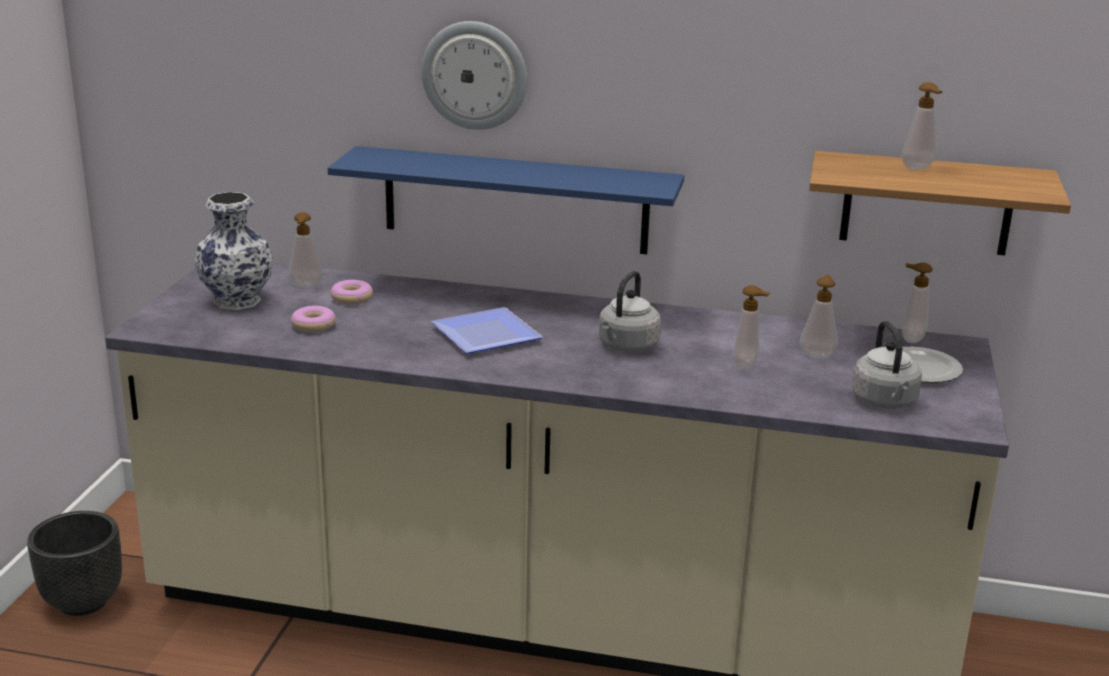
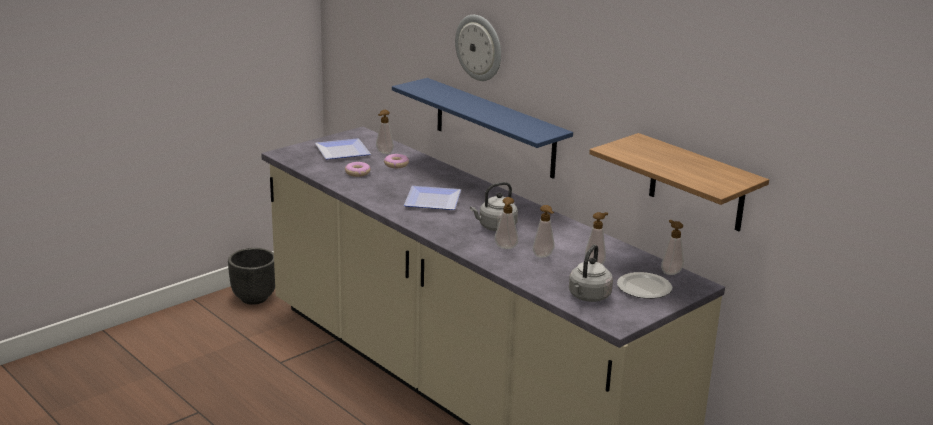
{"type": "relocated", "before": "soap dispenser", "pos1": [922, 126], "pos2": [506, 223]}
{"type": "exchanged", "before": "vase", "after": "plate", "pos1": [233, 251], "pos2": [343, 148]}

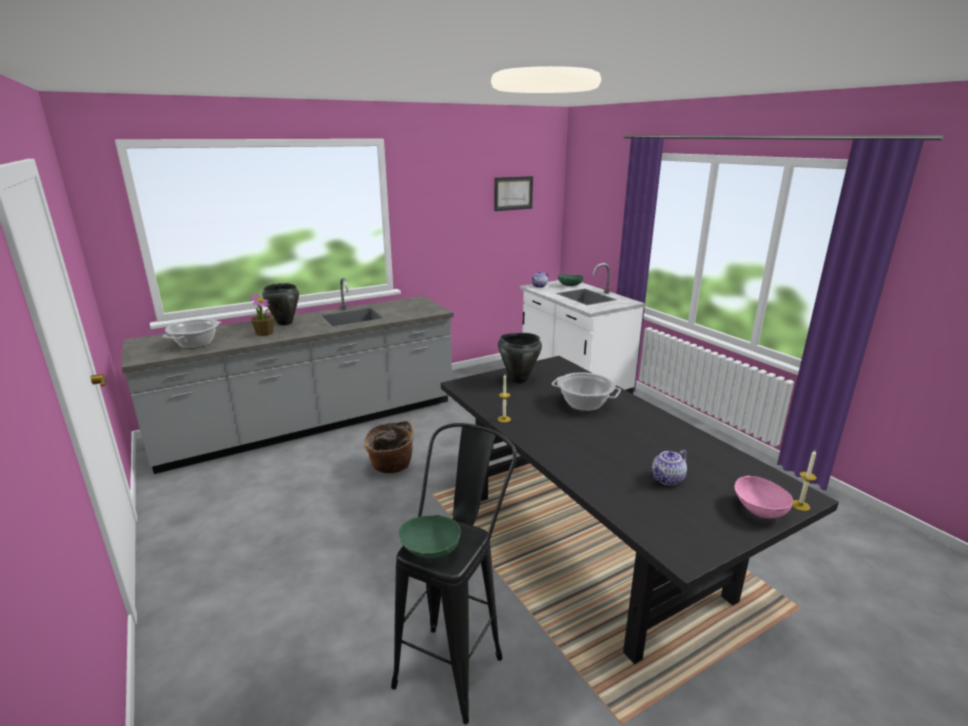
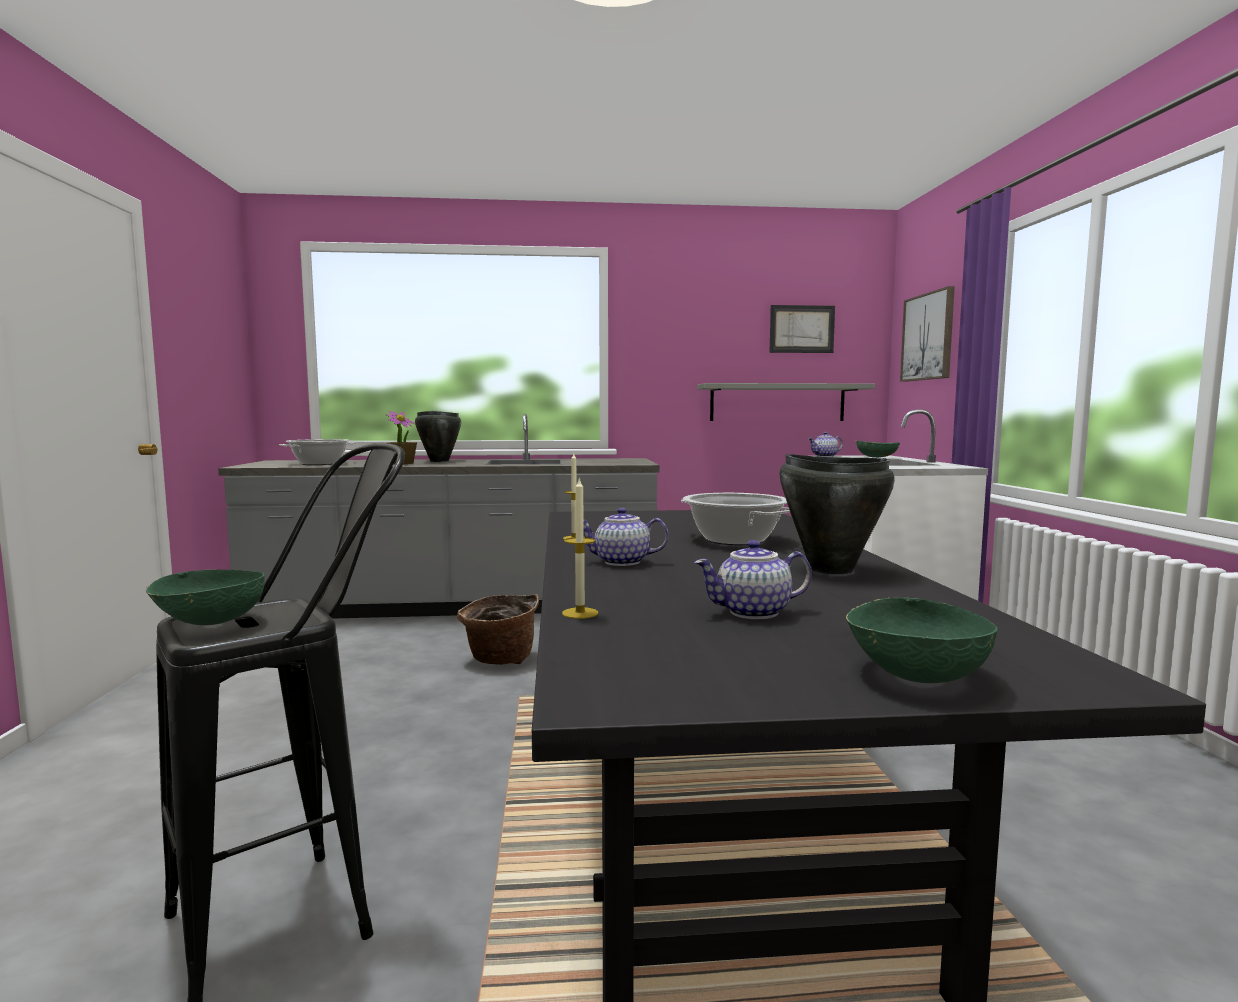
{"type": "relocated", "before": "black cooking pot", "pos1": [520, 358], "pos2": [837, 514]}
{"type": "relocated", "before": "candle", "pos1": [804, 480], "pos2": [580, 548]}
{"type": "colour", "before": "pink bowl", "after": "green bowl", "pos1": [763, 497], "pos2": [922, 640]}
{"type": "appeared", "after": "picture", "pos2": [927, 334]}
{"type": "appeared", "after": "grey shelf", "pos2": [786, 402]}
{"type": "appeared", "after": "teapot", "pos2": [626, 537]}

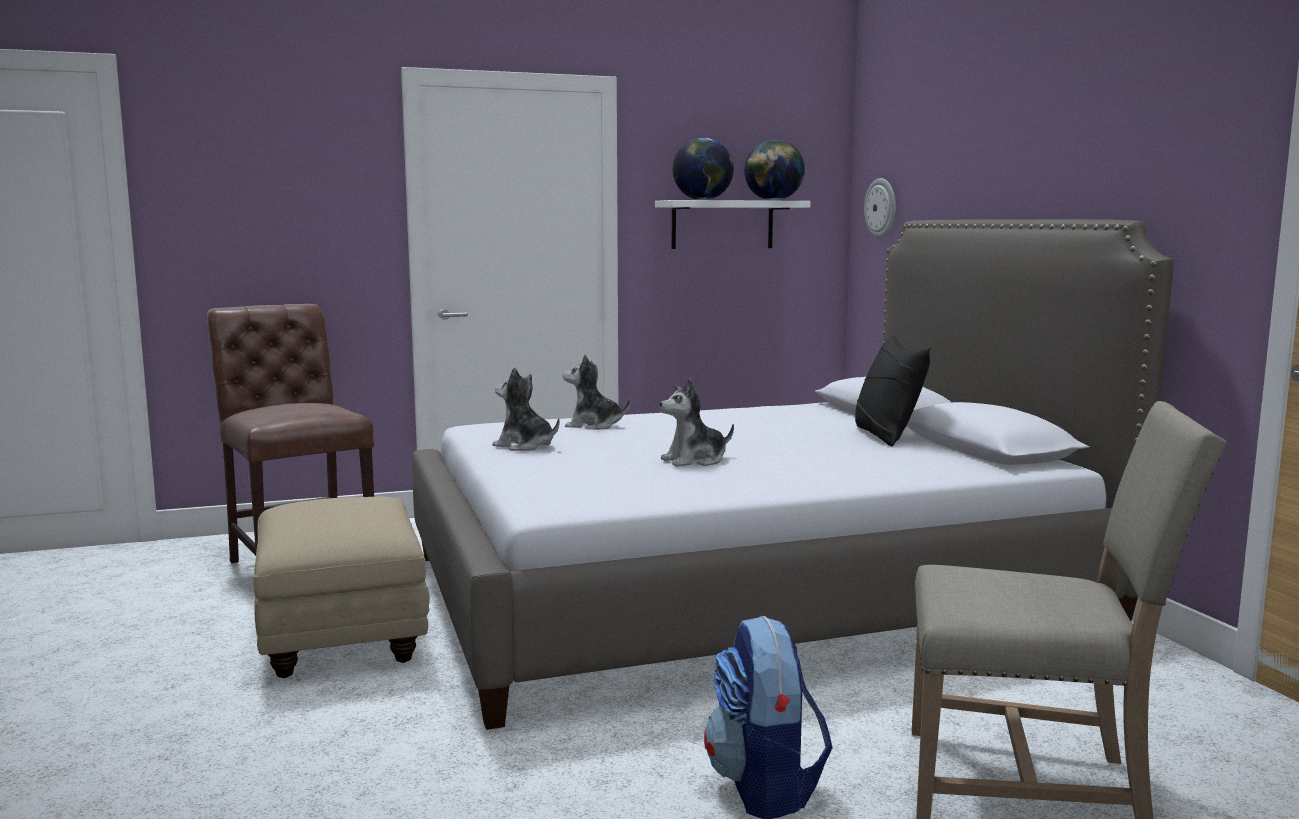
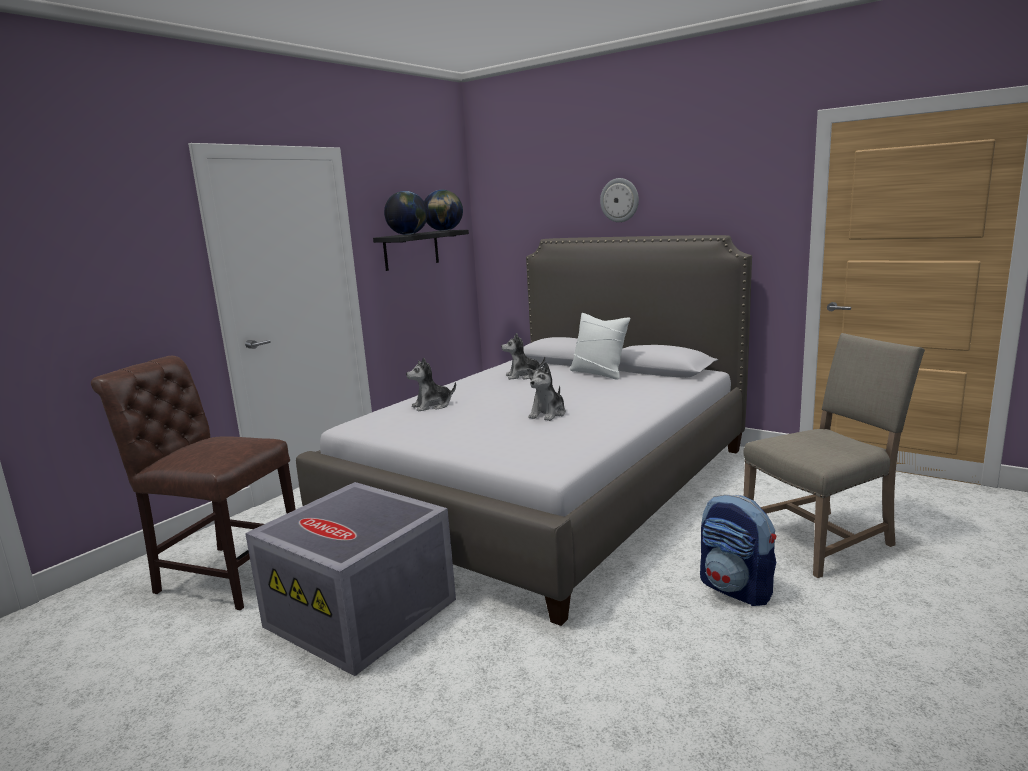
{"type": "relocated", "before": "wall clock", "pos1": [880, 208], "pos2": [619, 200]}
{"type": "colour", "before": "white shelf", "after": "black shelf", "pos1": [733, 224], "pos2": [421, 250]}
{"type": "colour", "before": "black pillow", "after": "white pillow", "pos1": [893, 391], "pos2": [600, 346]}
{"type": "relocated", "before": "plush toy", "pos1": [526, 409], "pos2": [523, 356]}
{"type": "exchanged", "before": "beige ottoman", "after": "grey storage box", "pos1": [341, 587], "pos2": [350, 579]}

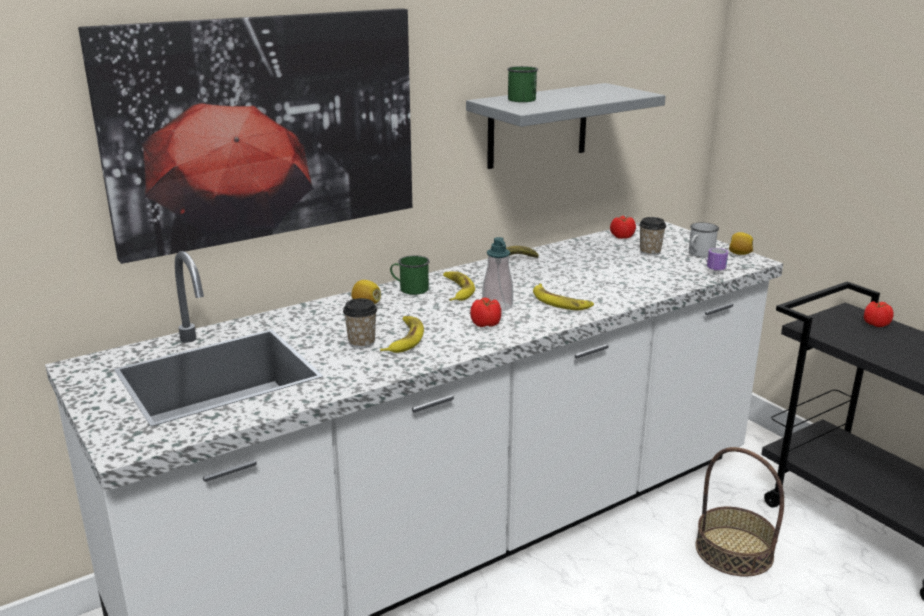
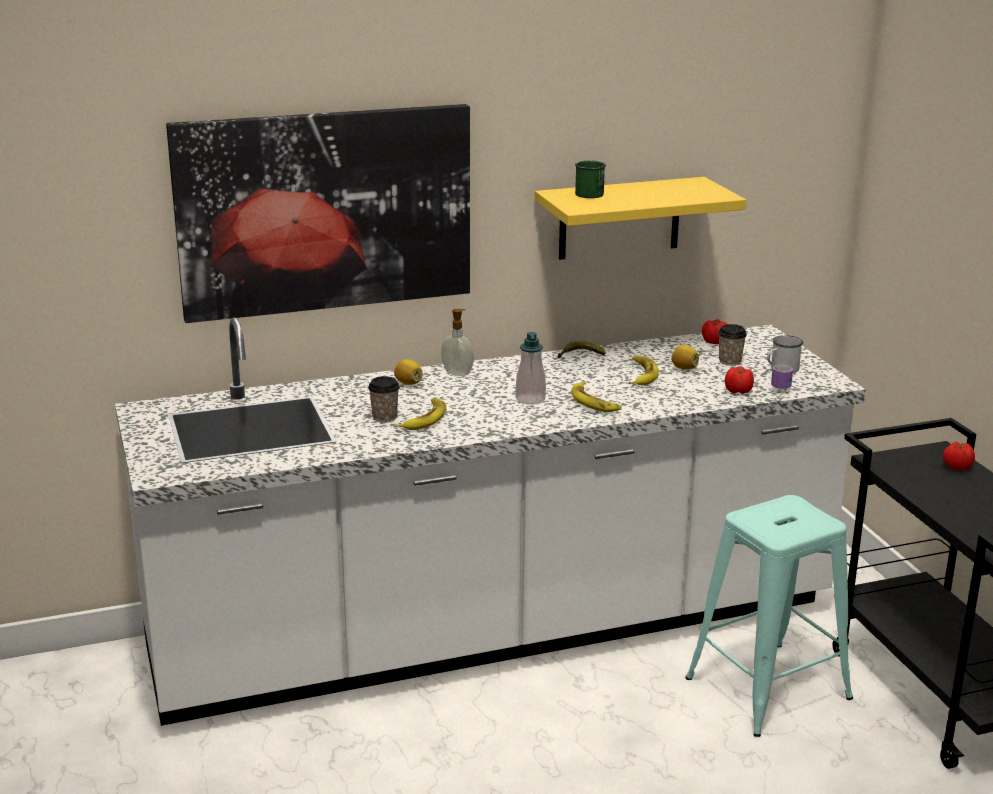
{"type": "colour", "before": "grey shelf", "after": "yellow shelf", "pos1": [566, 126], "pos2": [640, 218]}
{"type": "relocated", "before": "lemon", "pos1": [741, 243], "pos2": [685, 357]}
{"type": "exchanged", "before": "green mug", "after": "soap dispenser", "pos1": [410, 275], "pos2": [457, 342]}
{"type": "relocated", "before": "banana", "pos1": [459, 286], "pos2": [644, 370]}
{"type": "relocated", "before": "tomato", "pos1": [486, 312], "pos2": [739, 380]}
{"type": "exchanged", "before": "basket", "after": "turquoise stool", "pos1": [740, 512], "pos2": [769, 616]}

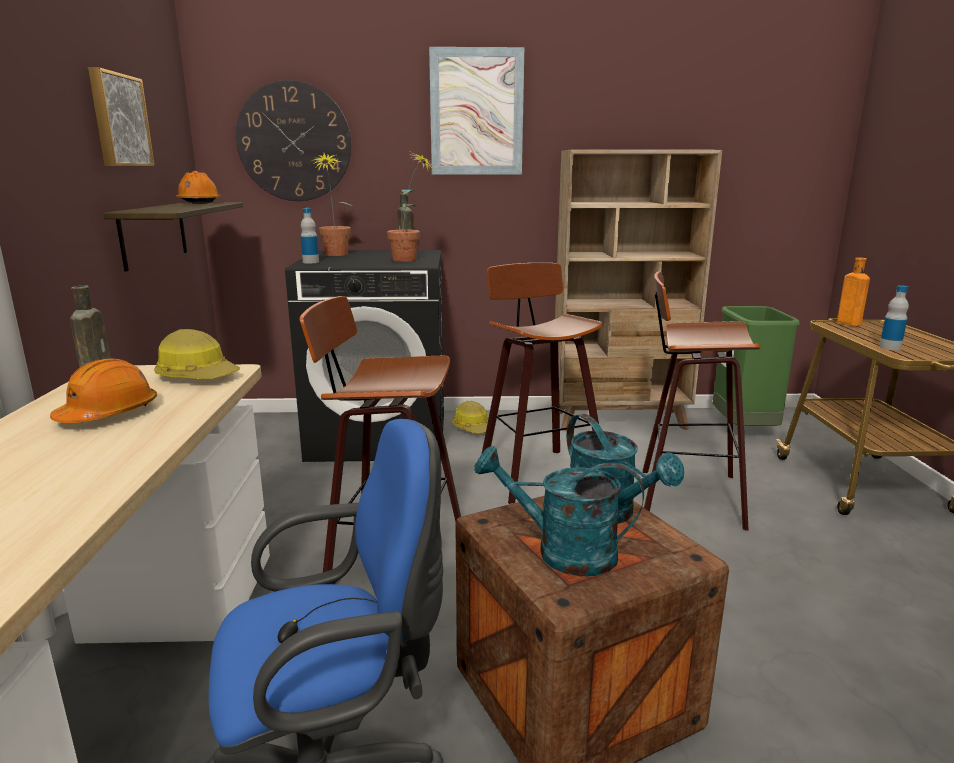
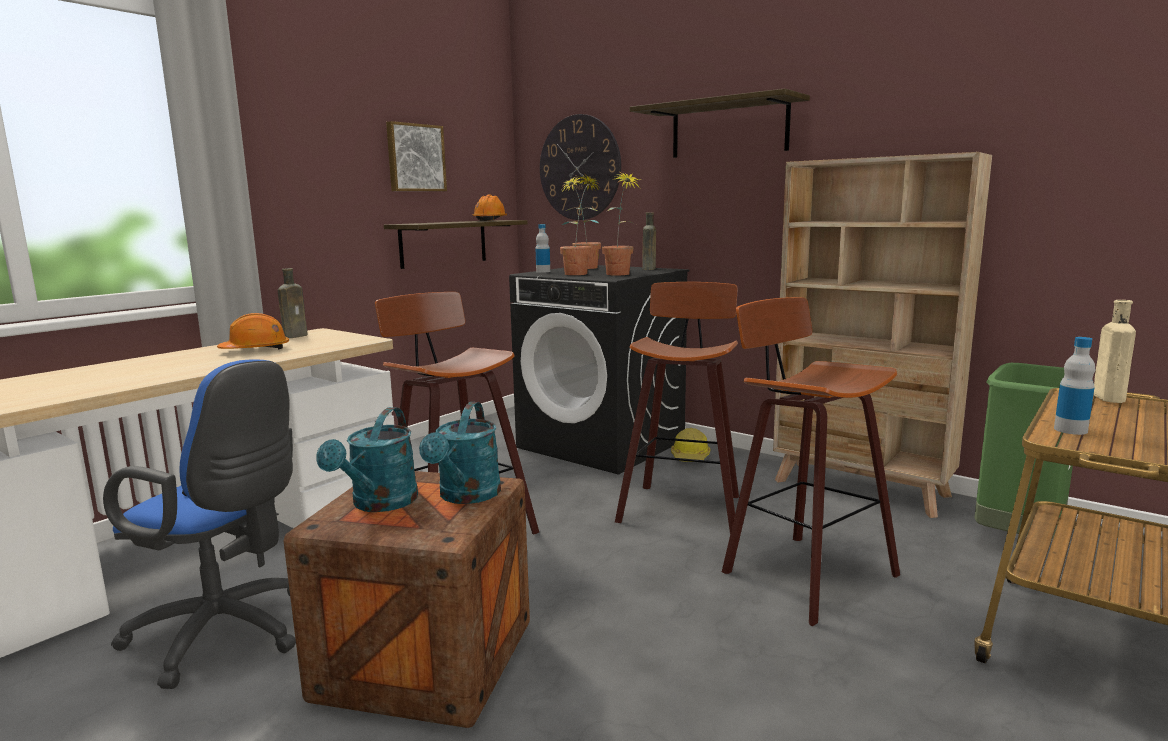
{"type": "exchanged", "before": "picture", "after": "shelf", "pos1": [477, 110], "pos2": [720, 123]}
{"type": "colour", "before": "orange bottle", "after": "beige bottle", "pos1": [853, 292], "pos2": [1115, 351]}
{"type": "missing", "before": "hard hat", "pos1": [197, 354]}
{"type": "spun", "before": "turquoise watering can", "pos1": [559, 511], "pos2": [367, 459], "turn": -135}
{"type": "appeared", "after": "potted plant", "pos2": [580, 224]}

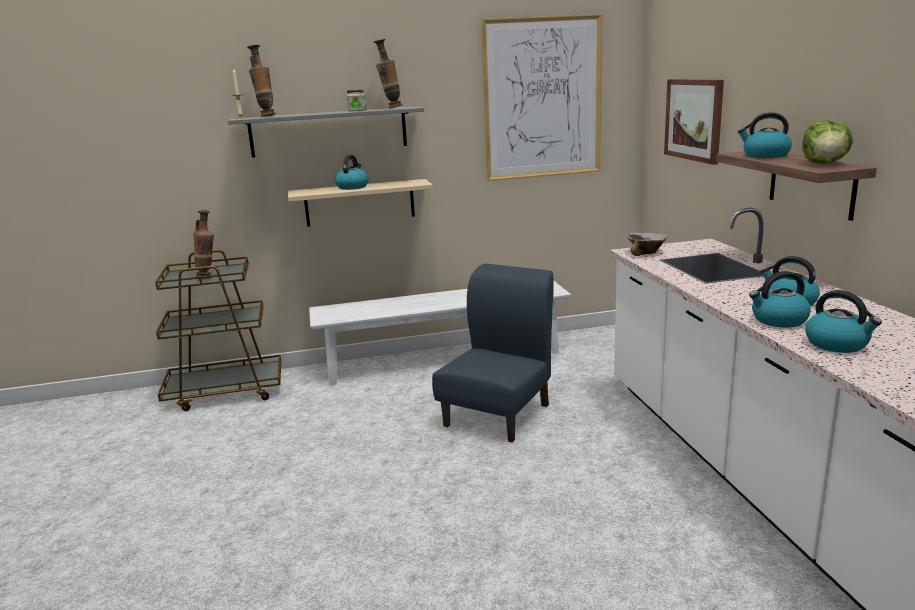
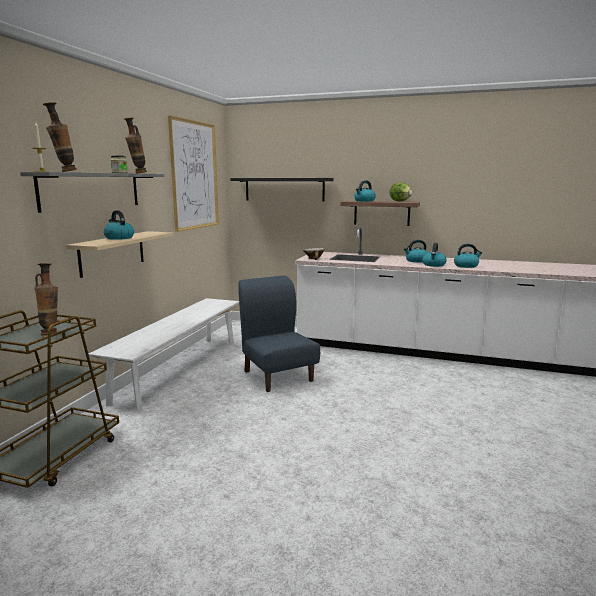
{"type": "exchanged", "before": "picture", "after": "black shelf", "pos1": [694, 122], "pos2": [281, 190]}

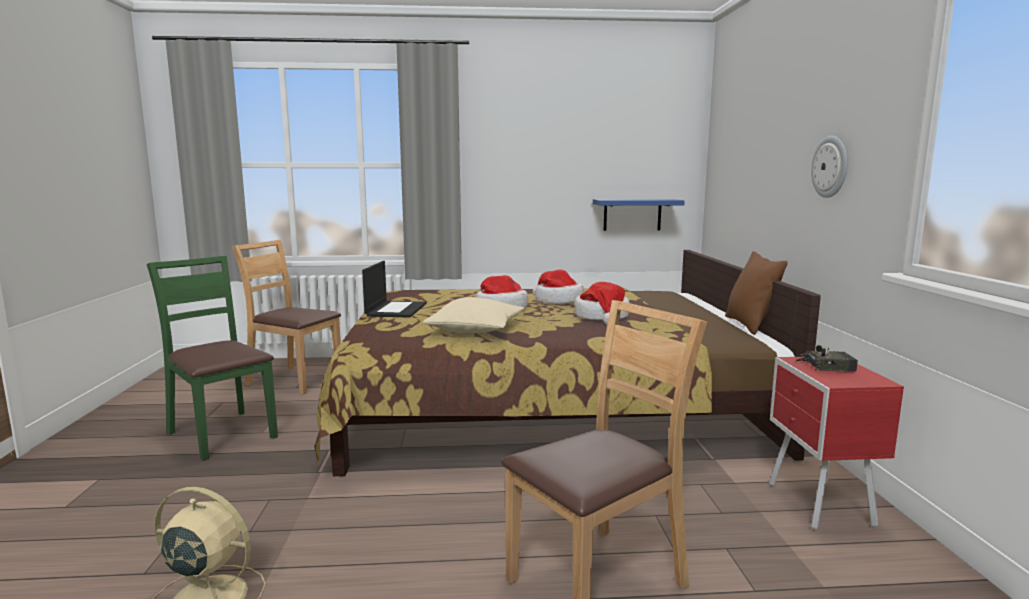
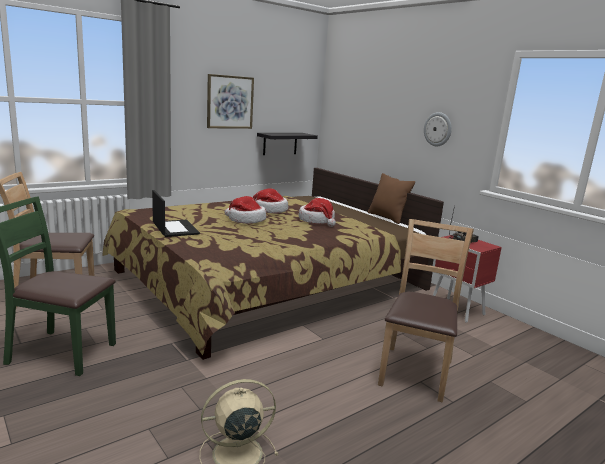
{"type": "colour", "before": "blue shelf", "after": "black shelf", "pos1": [639, 215], "pos2": [287, 144]}
{"type": "missing", "before": "beige pillow", "pos1": [473, 315]}
{"type": "appeared", "after": "picture", "pos2": [230, 101]}

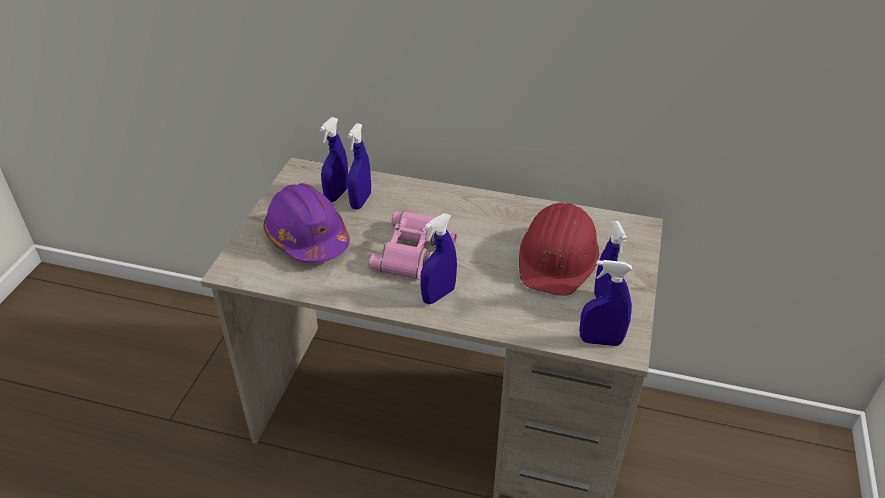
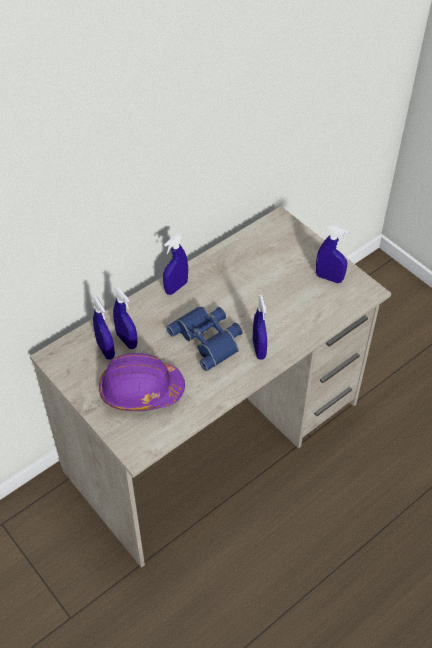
{"type": "missing", "before": "red hard hat", "pos1": [559, 249]}
{"type": "colour", "before": "pink binoculars", "after": "blue binoculars", "pos1": [413, 245], "pos2": [204, 339]}
{"type": "relocated", "before": "blue spray bottle", "pos1": [606, 303], "pos2": [175, 264]}

